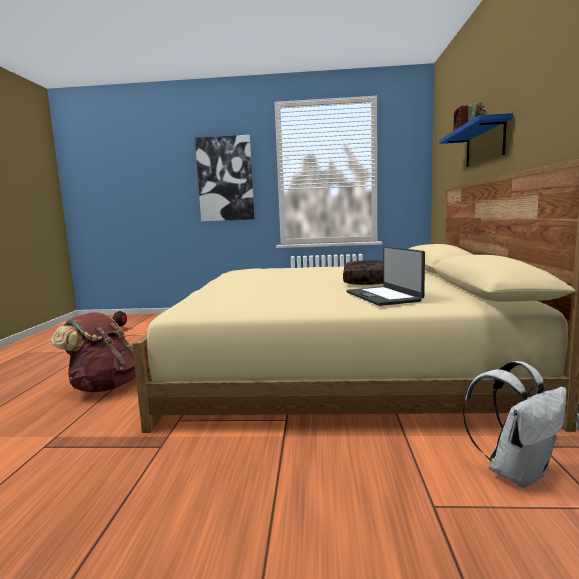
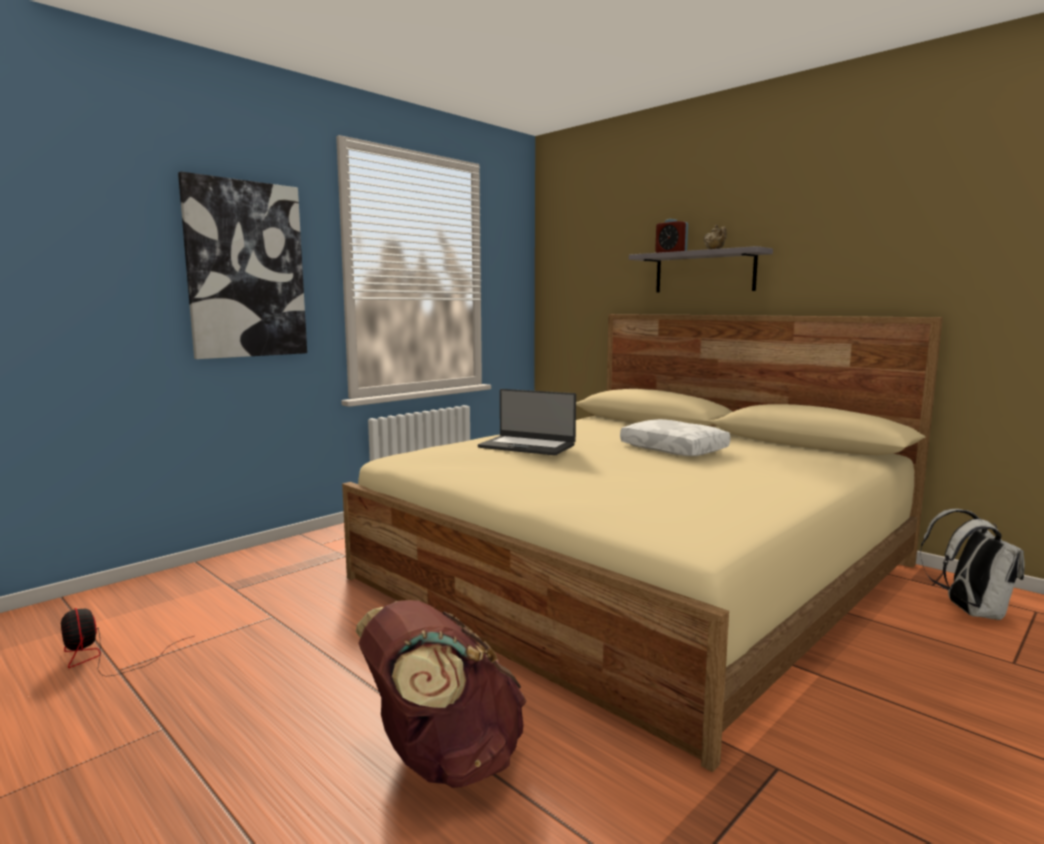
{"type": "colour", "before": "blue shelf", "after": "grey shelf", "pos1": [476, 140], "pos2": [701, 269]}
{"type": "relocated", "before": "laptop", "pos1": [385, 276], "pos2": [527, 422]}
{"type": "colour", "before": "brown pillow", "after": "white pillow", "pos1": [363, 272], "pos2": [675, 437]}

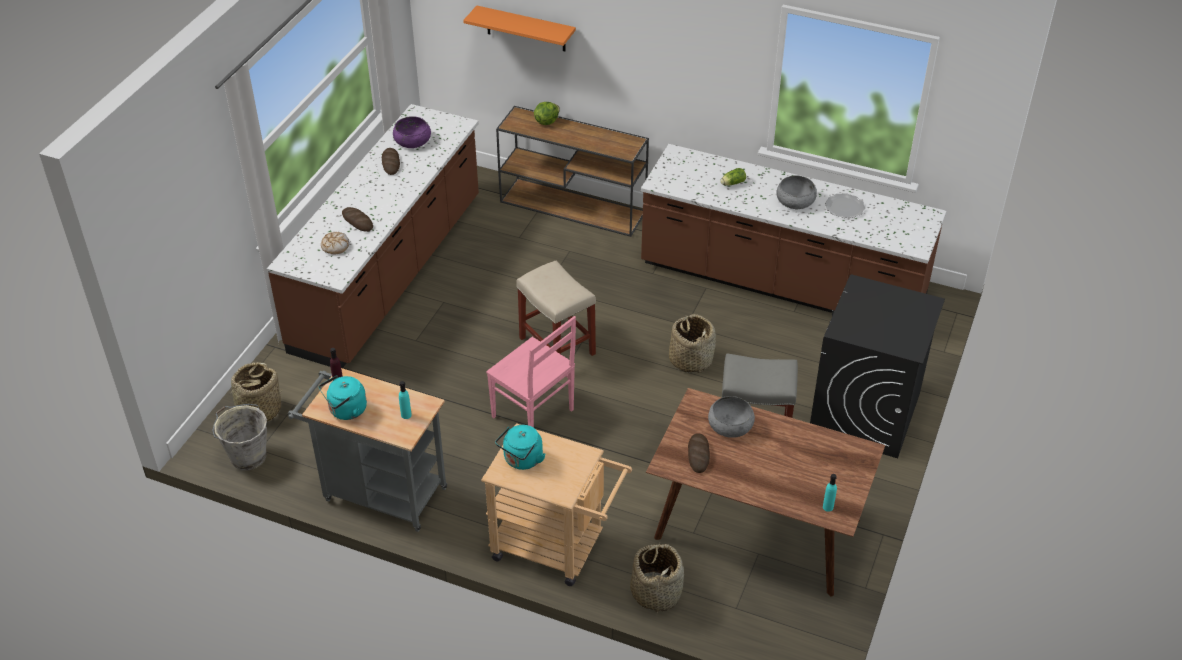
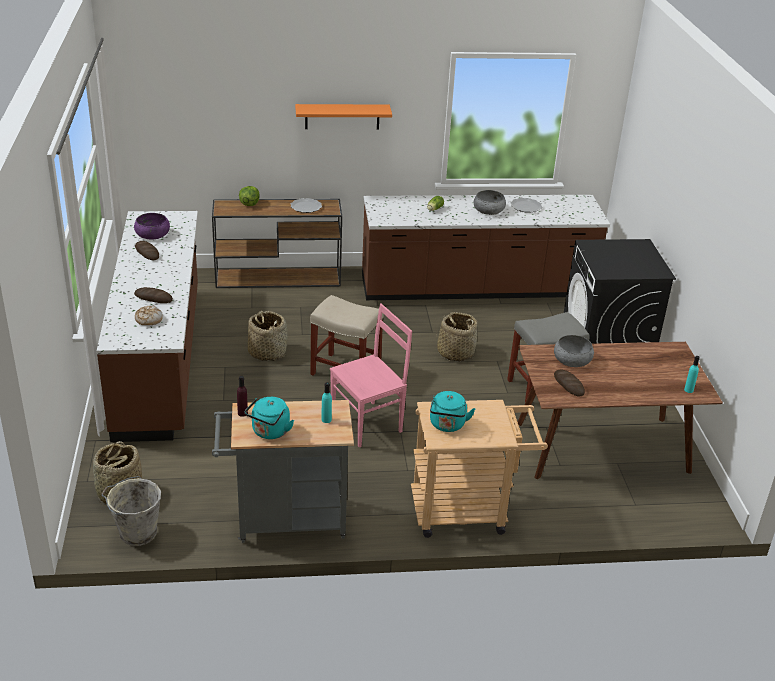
{"type": "relocated", "before": "orange shelf", "pos1": [519, 28], "pos2": [343, 116]}
{"type": "spun", "before": "pink chair", "pos1": [531, 372], "pos2": [371, 375], "turn": -45}
{"type": "relocated", "before": "basket", "pos1": [657, 578], "pos2": [267, 336]}
{"type": "appeared", "after": "plate", "pos2": [306, 205]}

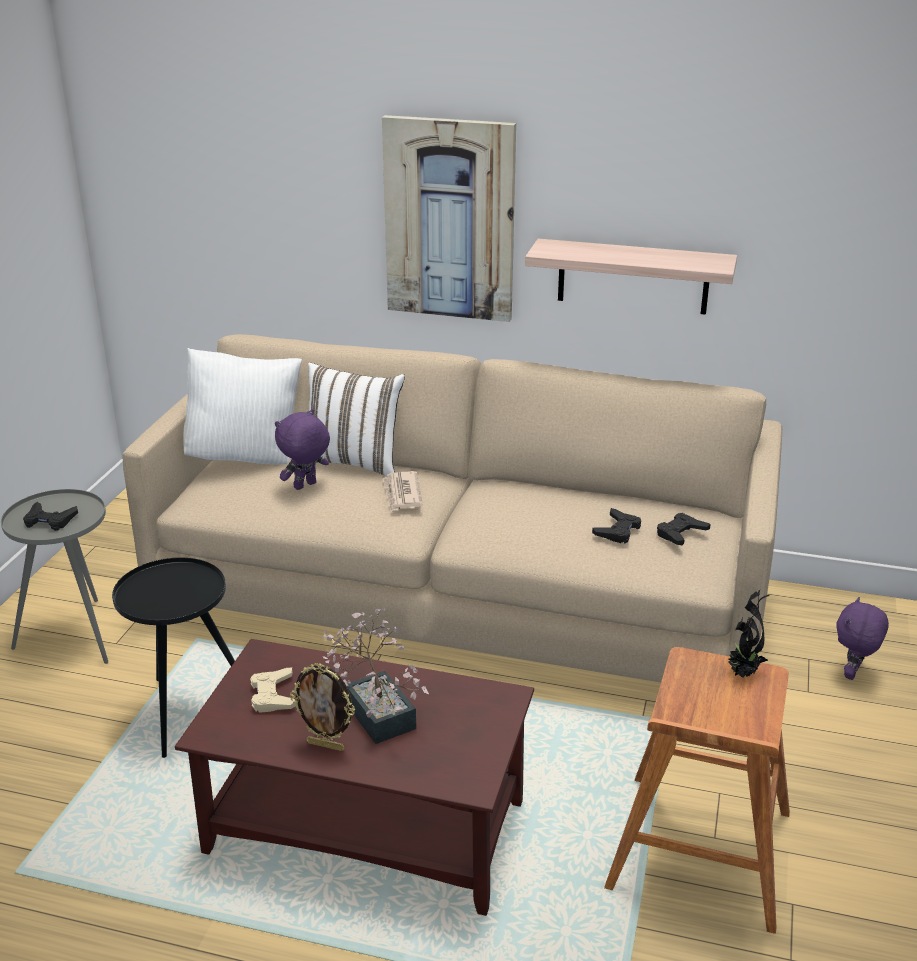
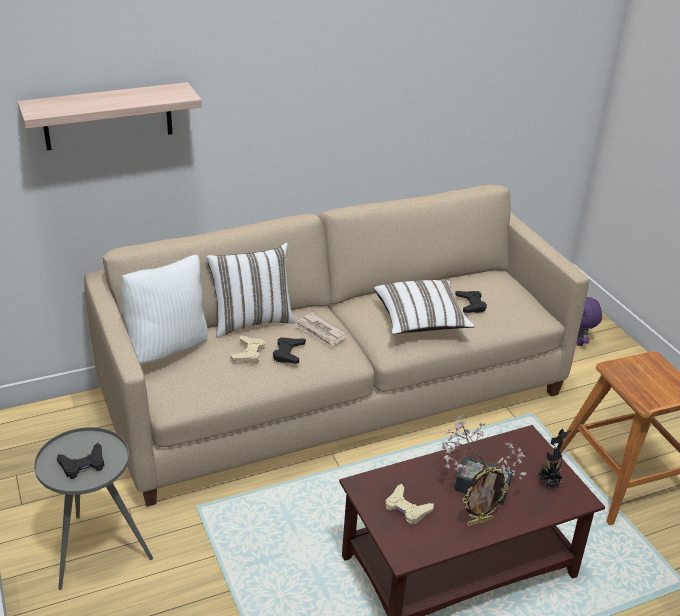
{"type": "missing", "before": "picture", "pos1": [449, 218]}
{"type": "relocated", "before": "shelf", "pos1": [631, 277], "pos2": [109, 116]}
{"type": "exchanged", "before": "purple plush toy", "after": "beige game controller", "pos1": [302, 449], "pos2": [247, 349]}
{"type": "relocated", "before": "black game controller", "pos1": [684, 529], "pos2": [289, 350]}
{"type": "missing", "before": "black side table", "pos1": [173, 658]}
{"type": "relocated", "before": "potted plant", "pos1": [748, 634], "pos2": [554, 458]}
{"type": "appeared", "after": "white pillow", "pos2": [424, 307]}

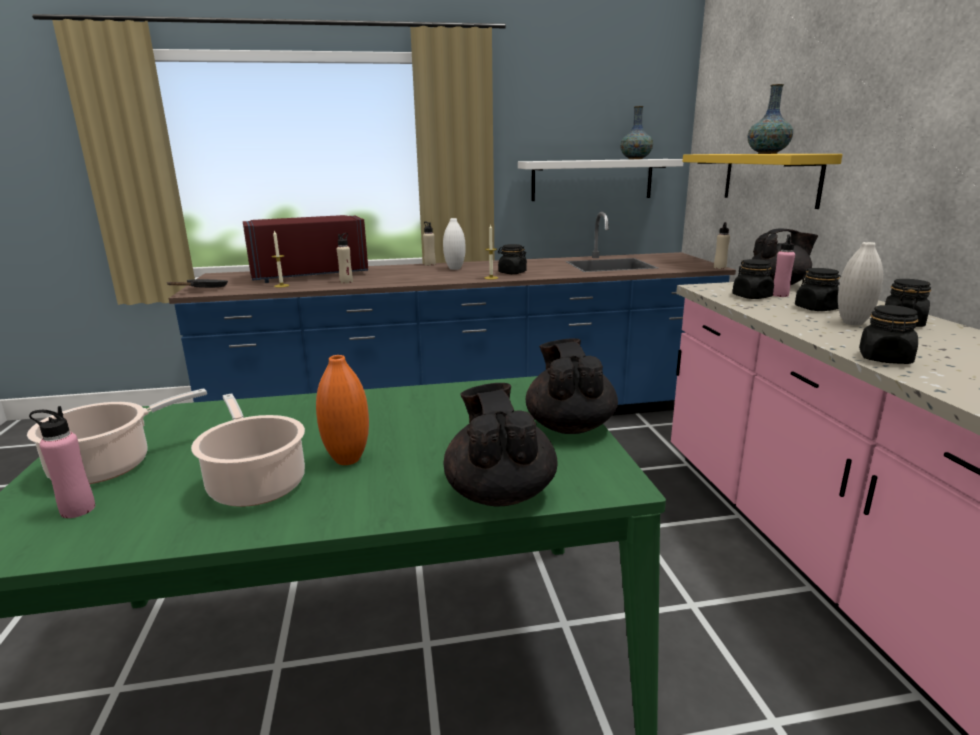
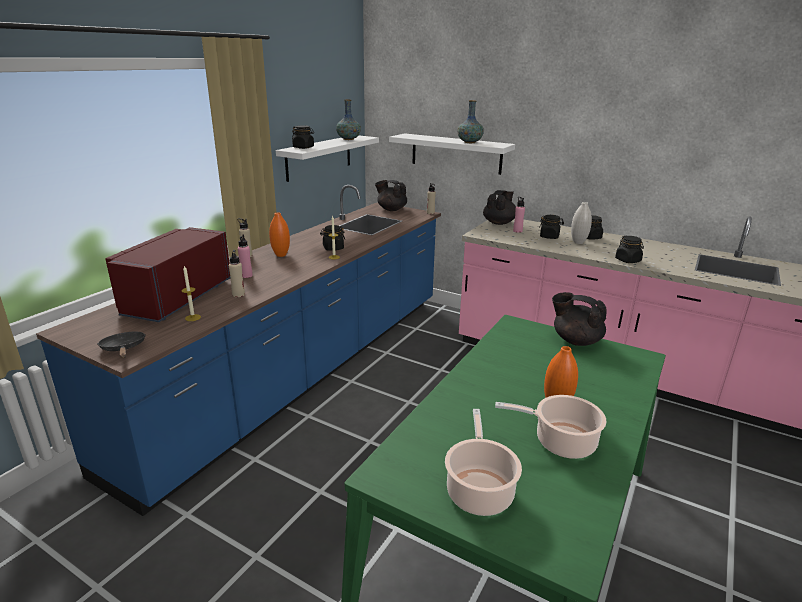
{"type": "colour", "before": "yellow shelf", "after": "white shelf", "pos1": [762, 181], "pos2": [452, 154]}
{"type": "colour", "before": "white vase", "after": "orange vase", "pos1": [454, 244], "pos2": [279, 234]}
{"type": "relocated", "before": "black jar", "pos1": [753, 279], "pos2": [303, 137]}
{"type": "relocated", "before": "black teapot", "pos1": [500, 444], "pos2": [391, 195]}
{"type": "relocated", "before": "pink bottle", "pos1": [62, 462], "pos2": [245, 256]}

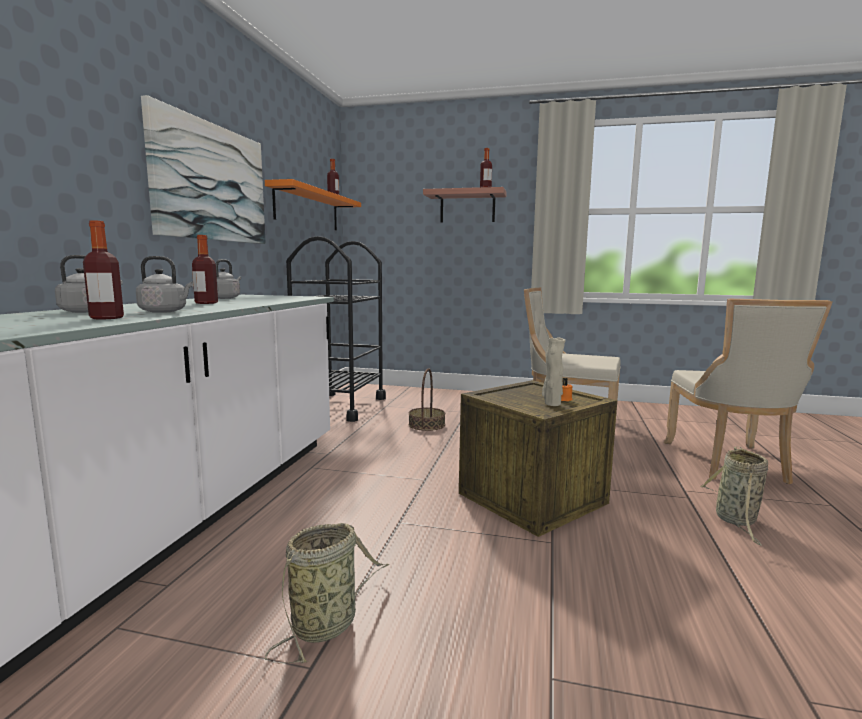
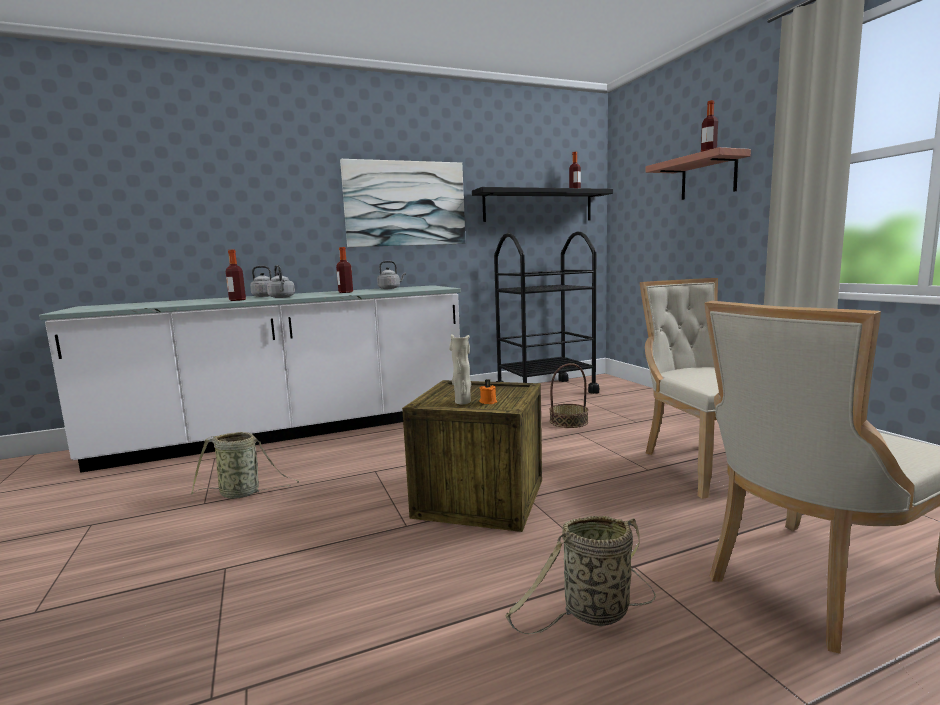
{"type": "colour", "before": "orange shelf", "after": "black shelf", "pos1": [313, 204], "pos2": [542, 204]}

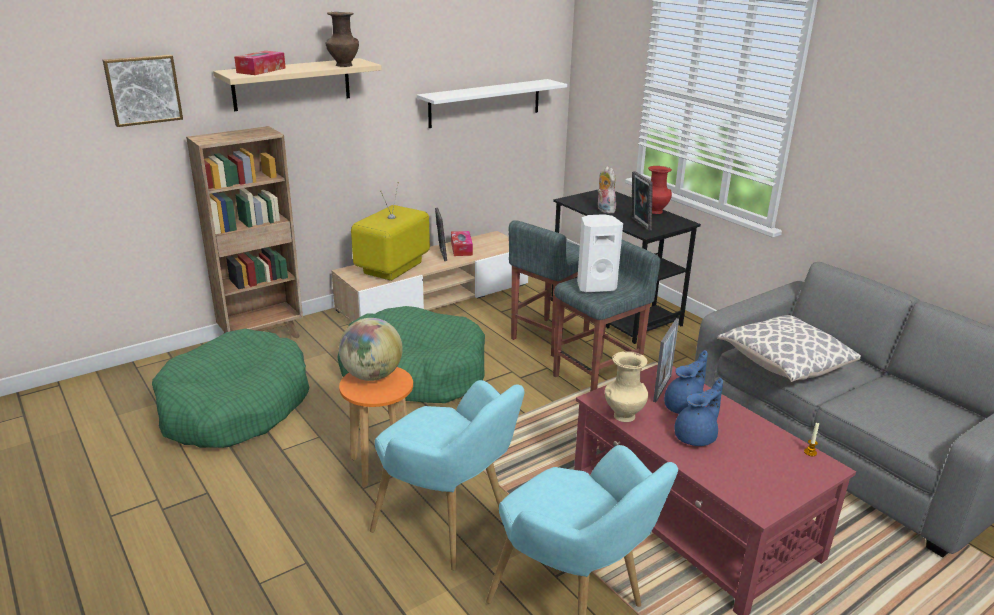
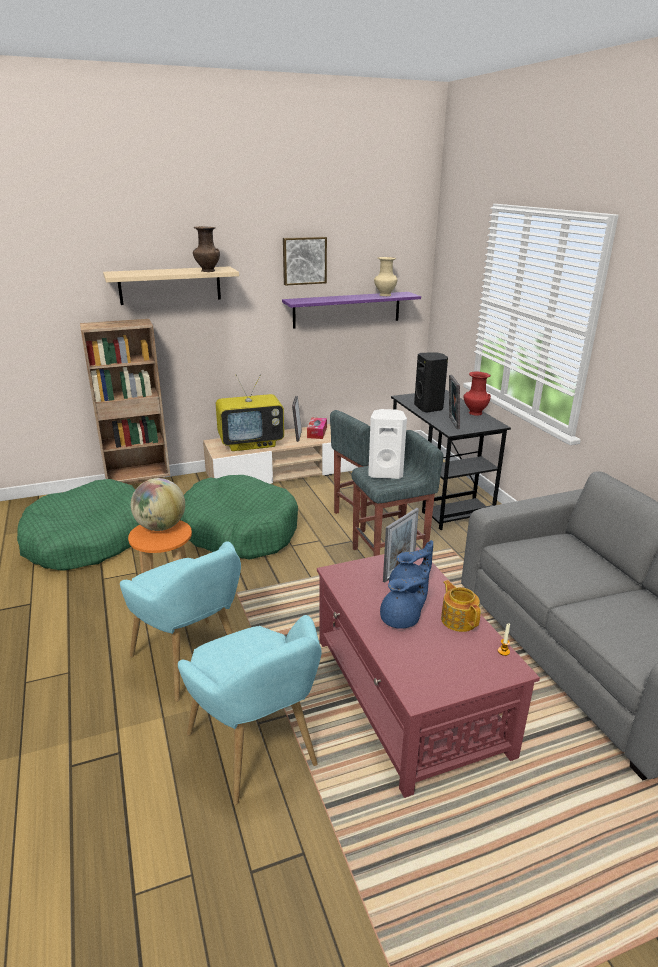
{"type": "missing", "before": "tissue box", "pos1": [260, 63]}
{"type": "relocated", "before": "picture", "pos1": [143, 91], "pos2": [305, 261]}
{"type": "colour", "before": "white shelf", "after": "purple shelf", "pos1": [492, 103], "pos2": [351, 310]}
{"type": "exchanged", "before": "plush toy", "after": "black speaker", "pos1": [607, 189], "pos2": [431, 382]}
{"type": "spun", "before": "television", "pos1": [390, 231], "pos2": [250, 412], "turn": -150}
{"type": "missing", "before": "pillow", "pos1": [789, 348]}
{"type": "relocated", "before": "beige vase", "pos1": [626, 386], "pos2": [385, 276]}
{"type": "appeared", "after": "teapot", "pos2": [461, 606]}

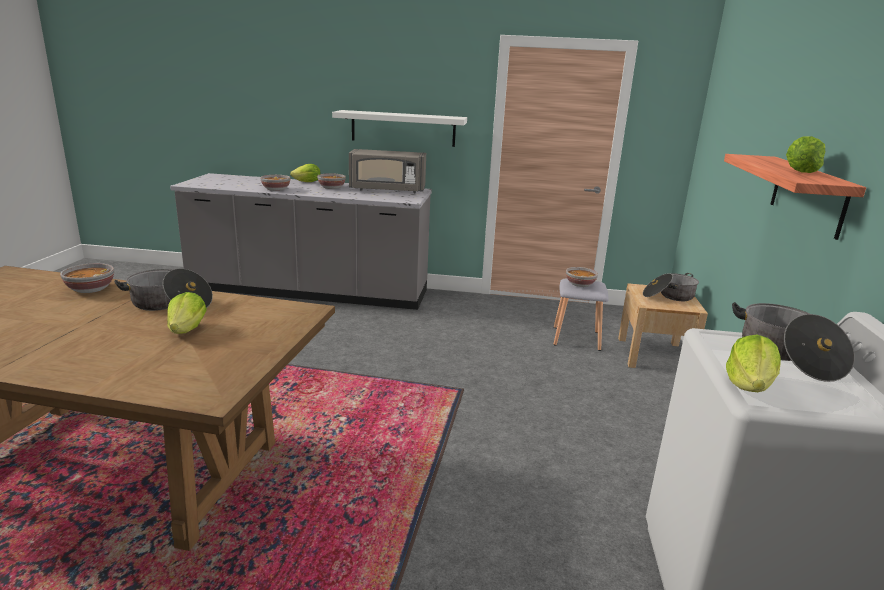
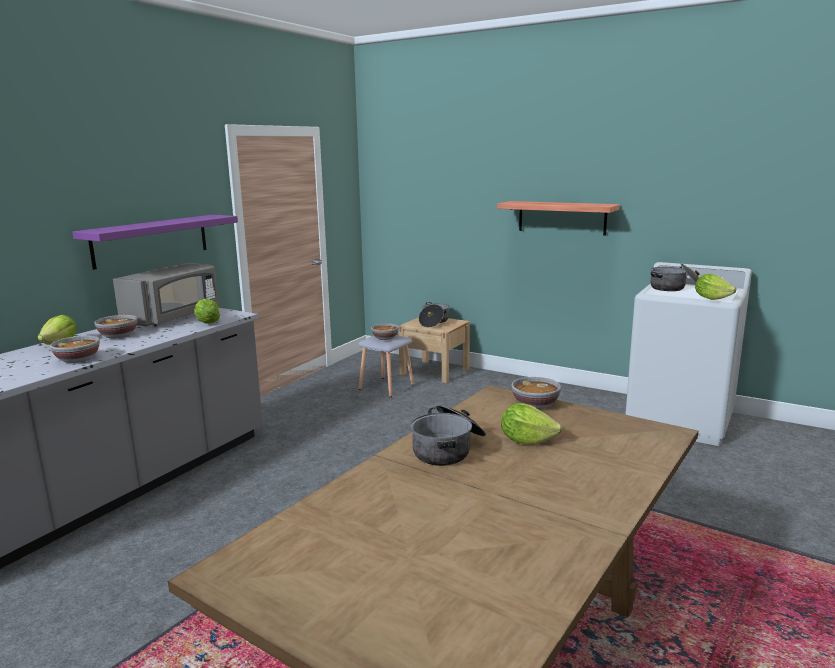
{"type": "colour", "before": "white shelf", "after": "purple shelf", "pos1": [399, 128], "pos2": [155, 242]}
{"type": "relocated", "before": "lettuce", "pos1": [805, 154], "pos2": [207, 311]}
{"type": "relocated", "before": "bowl", "pos1": [87, 278], "pos2": [536, 393]}

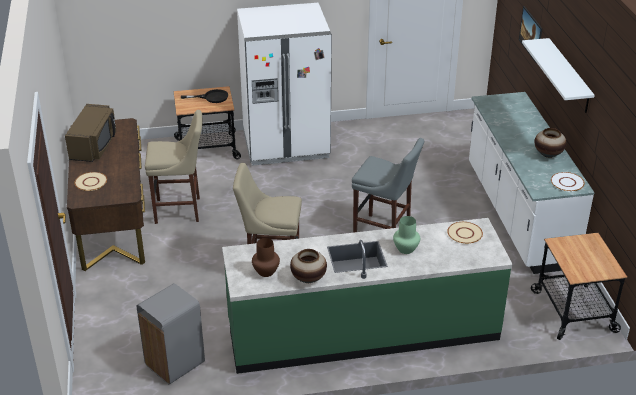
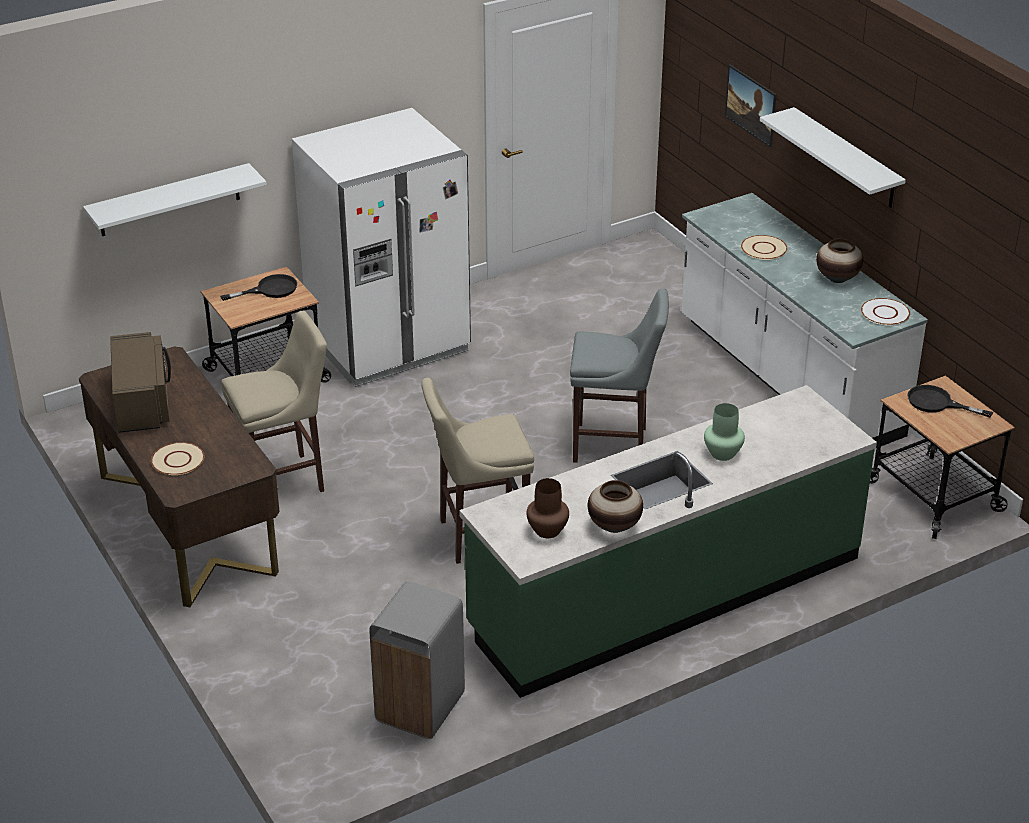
{"type": "relocated", "before": "beige plate", "pos1": [465, 233], "pos2": [764, 247]}
{"type": "appeared", "after": "white shelf", "pos2": [175, 199]}
{"type": "appeared", "after": "black frying pan", "pos2": [950, 401]}

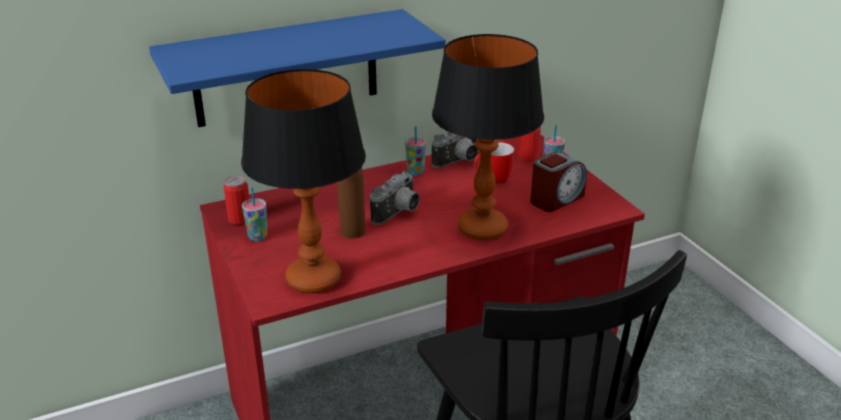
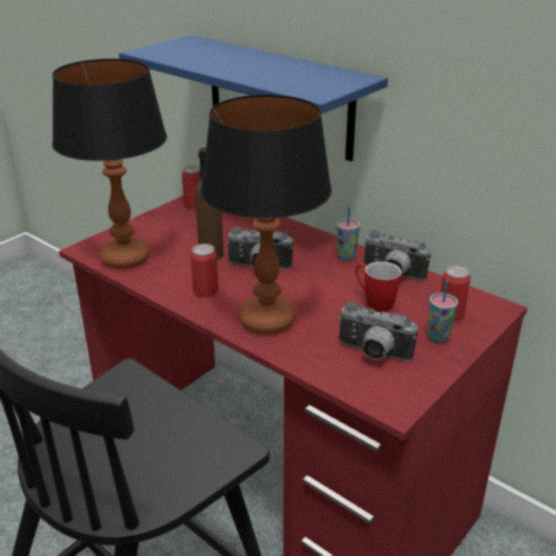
{"type": "exchanged", "before": "alarm clock", "after": "photo camera", "pos1": [558, 182], "pos2": [378, 331]}
{"type": "missing", "before": "cup", "pos1": [254, 214]}
{"type": "appeared", "after": "can", "pos2": [204, 270]}

